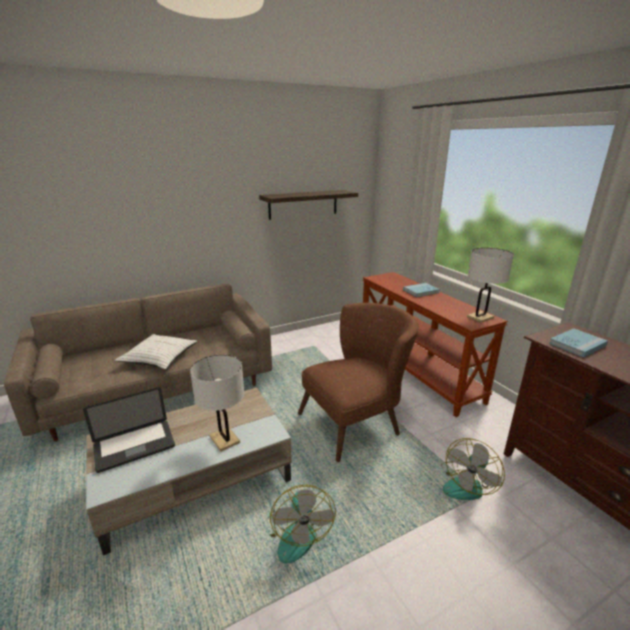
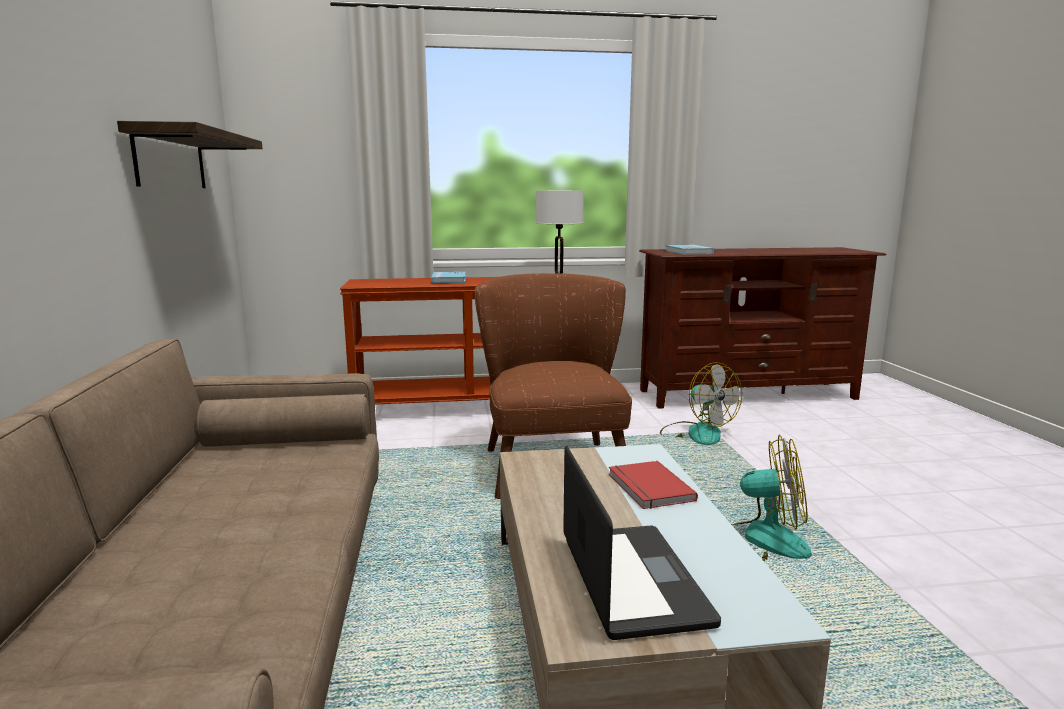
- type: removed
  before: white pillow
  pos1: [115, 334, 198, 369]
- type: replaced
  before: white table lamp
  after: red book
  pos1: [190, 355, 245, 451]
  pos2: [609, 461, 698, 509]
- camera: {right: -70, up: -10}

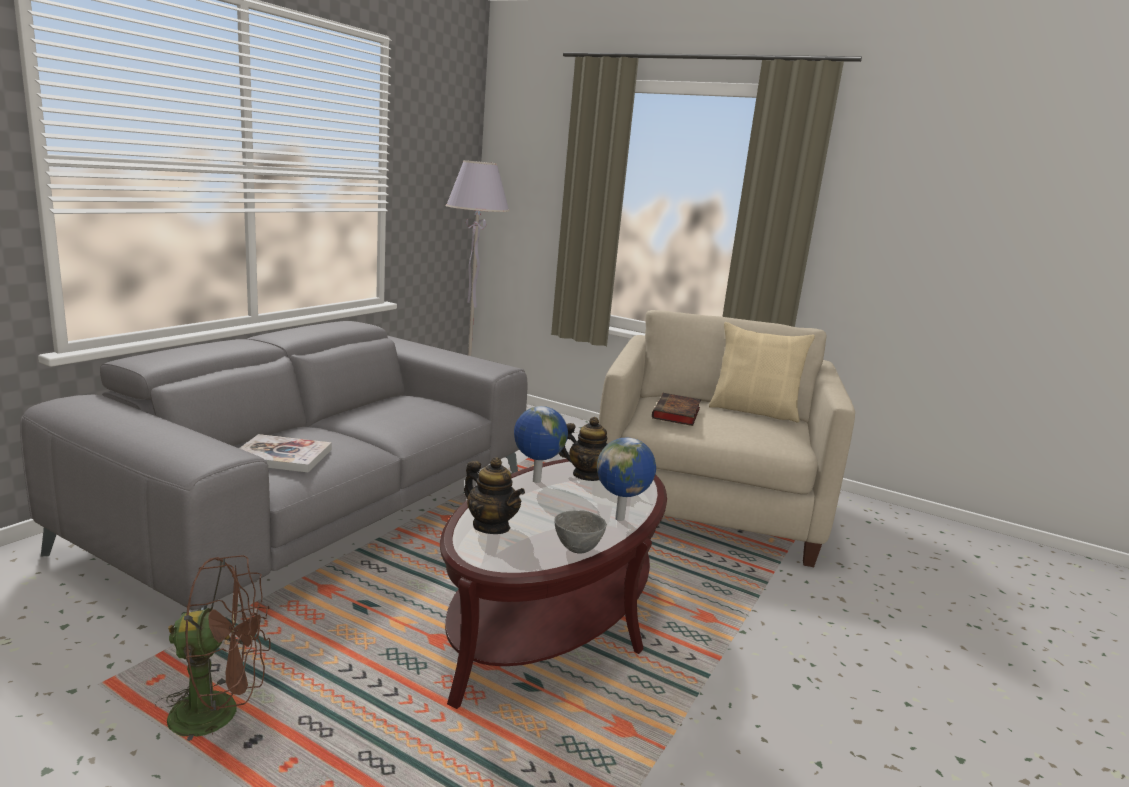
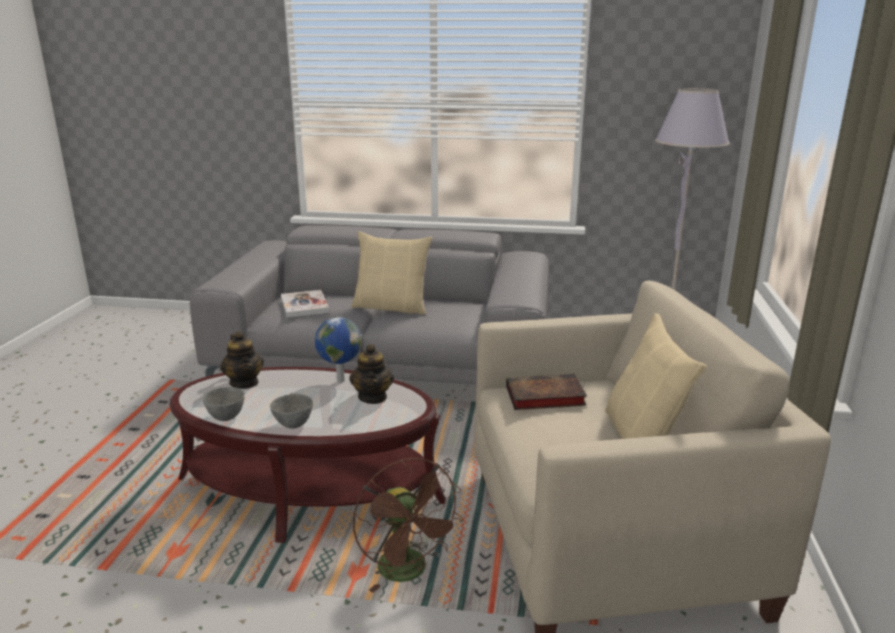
- type: replaced
  before: globe
  after: grey bowl
  pos1: [597, 438, 656, 521]
  pos2: [270, 394, 313, 429]
- type: turned
  before: teapot
  pos1: [464, 457, 525, 534]
  pos2: [220, 331, 264, 389]
  turn: -45
- type: moved
  before: brown fan
  pos1: [155, 555, 271, 741]
  pos2: [353, 458, 463, 592]
- type: added
  after: beige pillow
  pos2: [351, 231, 432, 315]
- camera: {right: 70, up: 5}

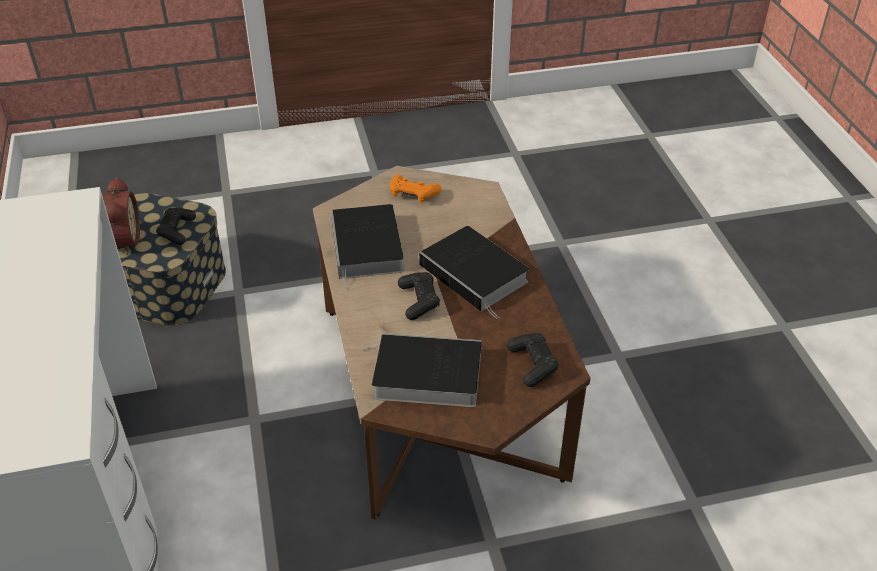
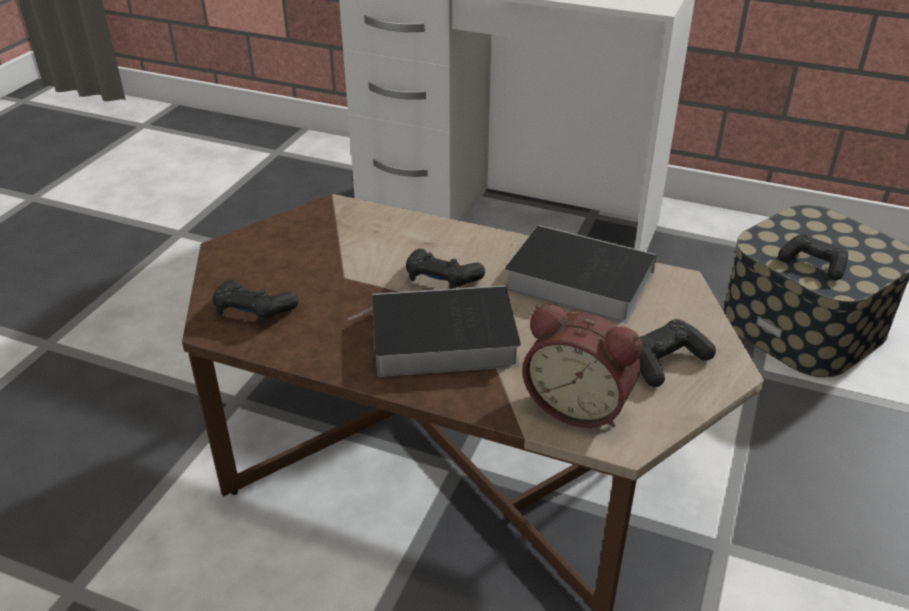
- type: recoloured
  before: orange game controller
  after: black game controller
  pos1: [390, 175, 442, 203]
  pos2: [639, 319, 716, 387]
- type: moved
  before: alarm clock
  pos1: [102, 177, 140, 254]
  pos2: [522, 304, 642, 428]
- type: removed
  before: book
  pos1: [362, 333, 482, 407]
- camera: {right: 125, up: -5}

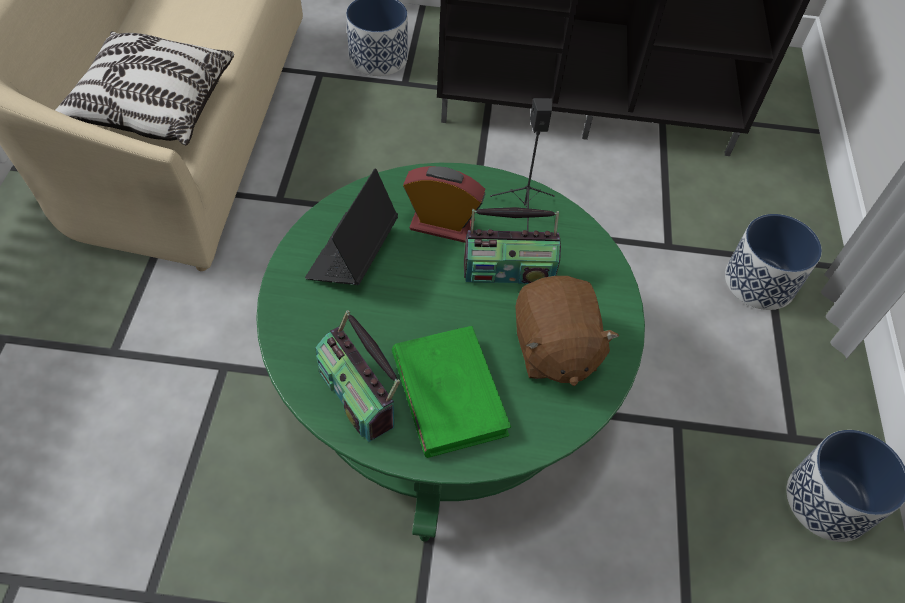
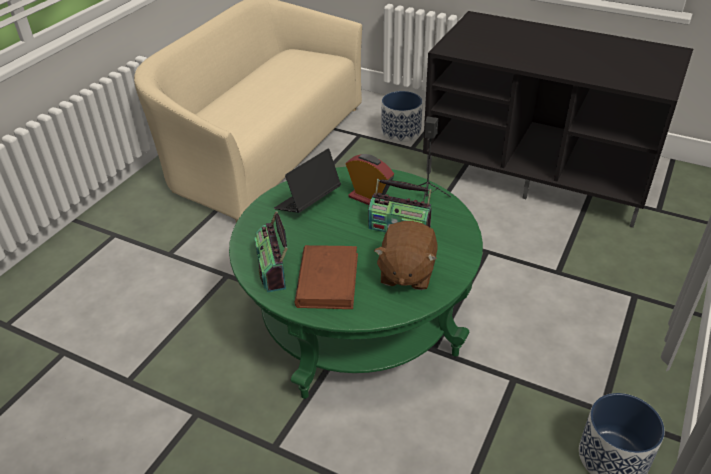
- type: removed
  before: pillow
  pos1: [55, 32, 234, 145]
- type: removed
  before: planter
  pos1: [725, 214, 822, 310]
- type: recoloured
  before: green book
  after: brown book
  pos1: [392, 326, 511, 458]
  pos2: [295, 245, 358, 309]
- camera: {right: 25, up: -15}

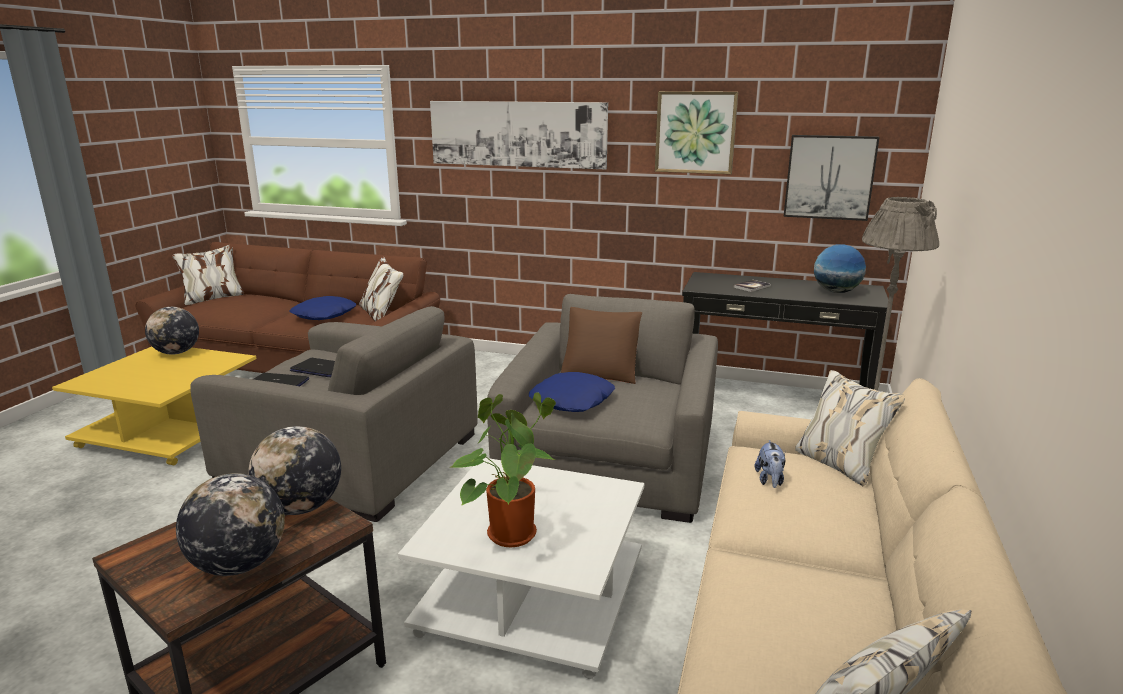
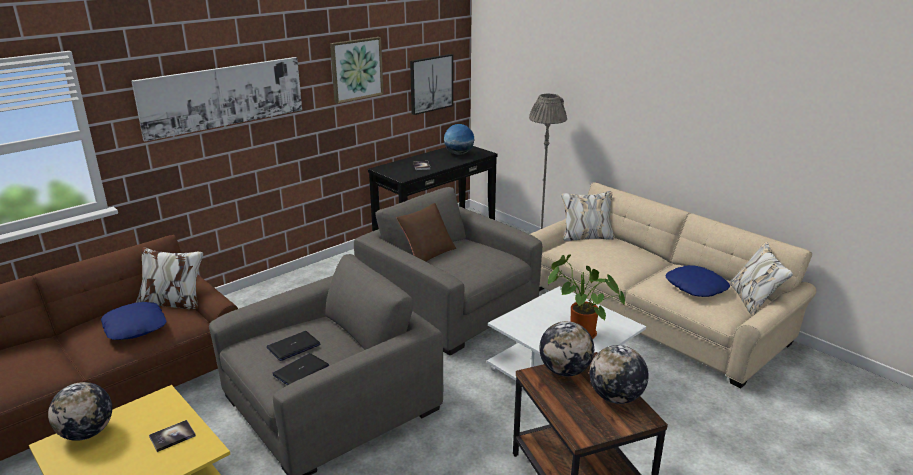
- type: moved
  before: blue pillow
  pos1: [529, 372, 615, 412]
  pos2: [665, 265, 730, 297]
- type: removed
  before: plush toy
  pos1: [755, 440, 785, 488]
- type: added
  after: book
  pos2: [149, 420, 196, 452]
- camera: {right: -60, up: 5}

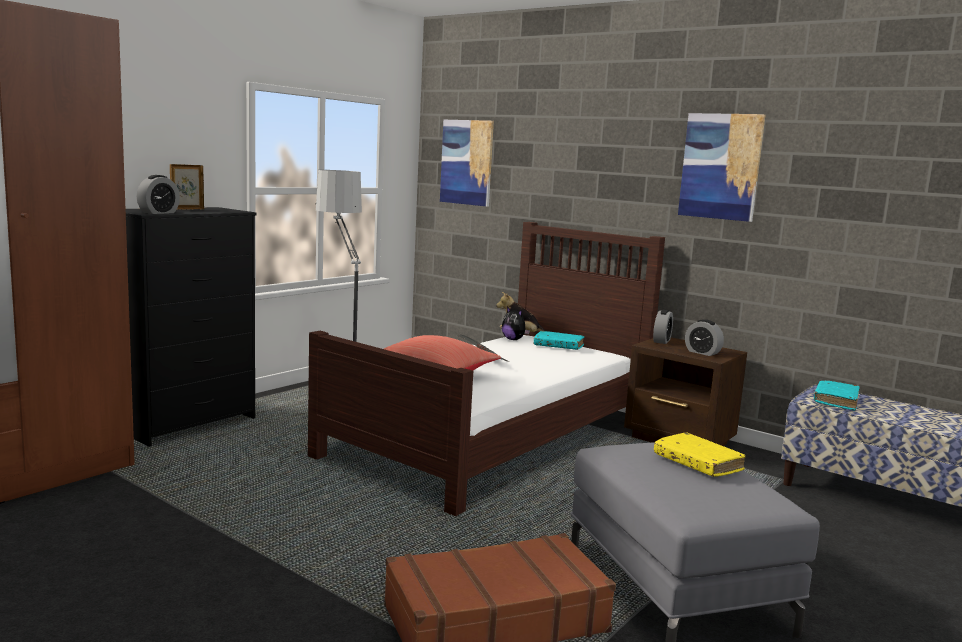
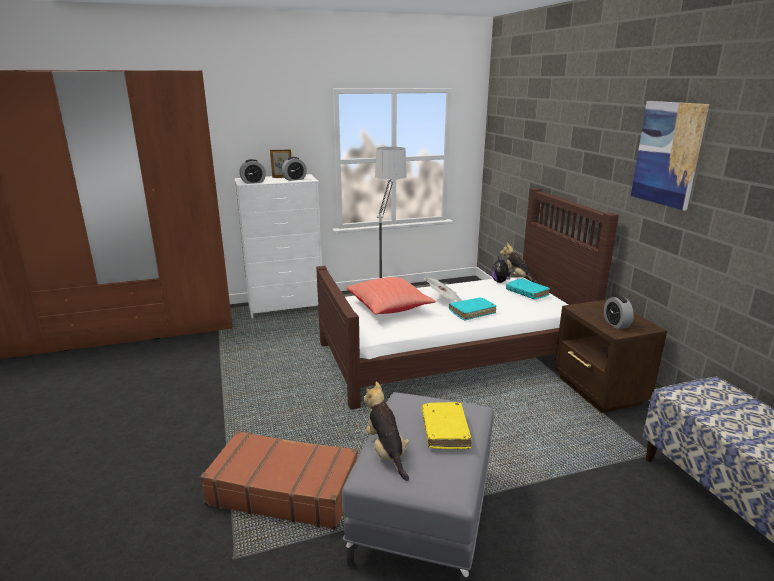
- type: removed
  before: picture
  pos1: [440, 120, 494, 207]
- type: recoloured
  before: black dresser
  after: white dresser
  pos1: [126, 207, 256, 447]
  pos2: [235, 174, 322, 318]
- type: moved
  before: alarm clock
  pos1: [653, 309, 673, 344]
  pos2: [281, 157, 307, 181]
- type: moved
  before: turquoise book
  pos1: [814, 381, 860, 410]
  pos2: [449, 298, 497, 321]
- type: added
  after: plush toy
  pos2: [363, 381, 409, 481]
- camera: {right: 35, up: 10}

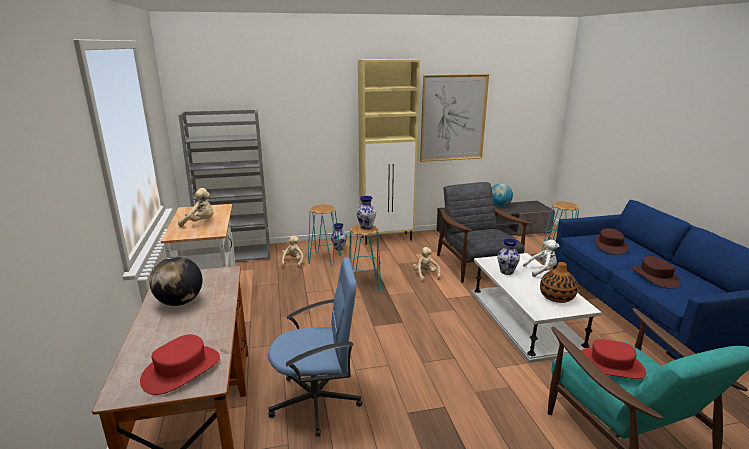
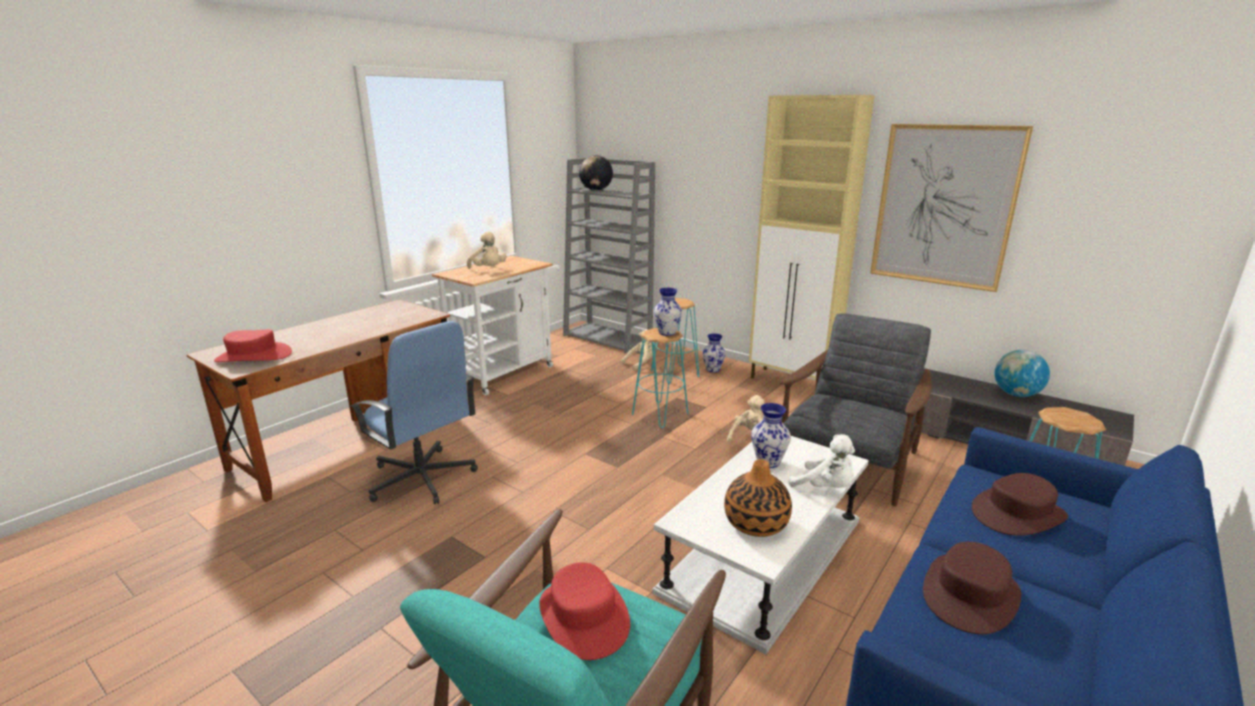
- type: moved
  before: globe
  pos1: [149, 257, 202, 306]
  pos2: [579, 155, 613, 191]
- camera: {right: 50, up: 0}

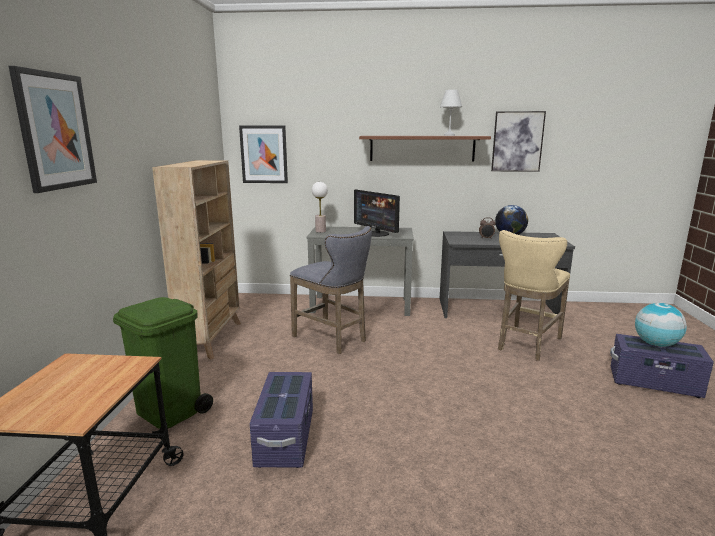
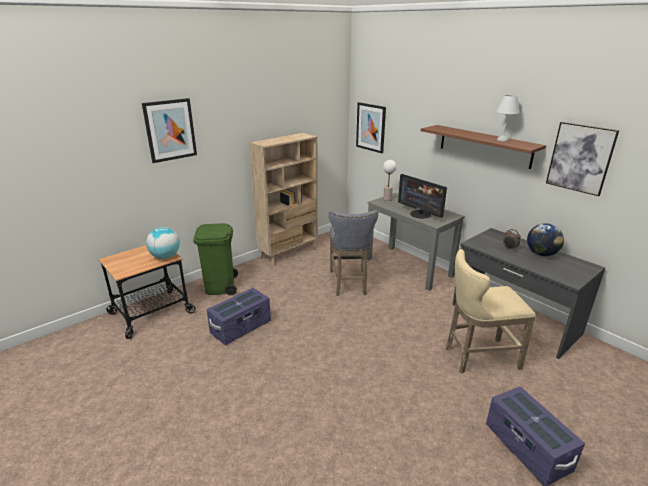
- type: turned
  before: monitor
  pos1: [354, 189, 400, 237]
  pos2: [398, 174, 447, 219]
  turn: -45
- type: moved
  before: globe
  pos1: [635, 303, 687, 347]
  pos2: [146, 227, 180, 259]
- camera: {right: 45, up: 10}

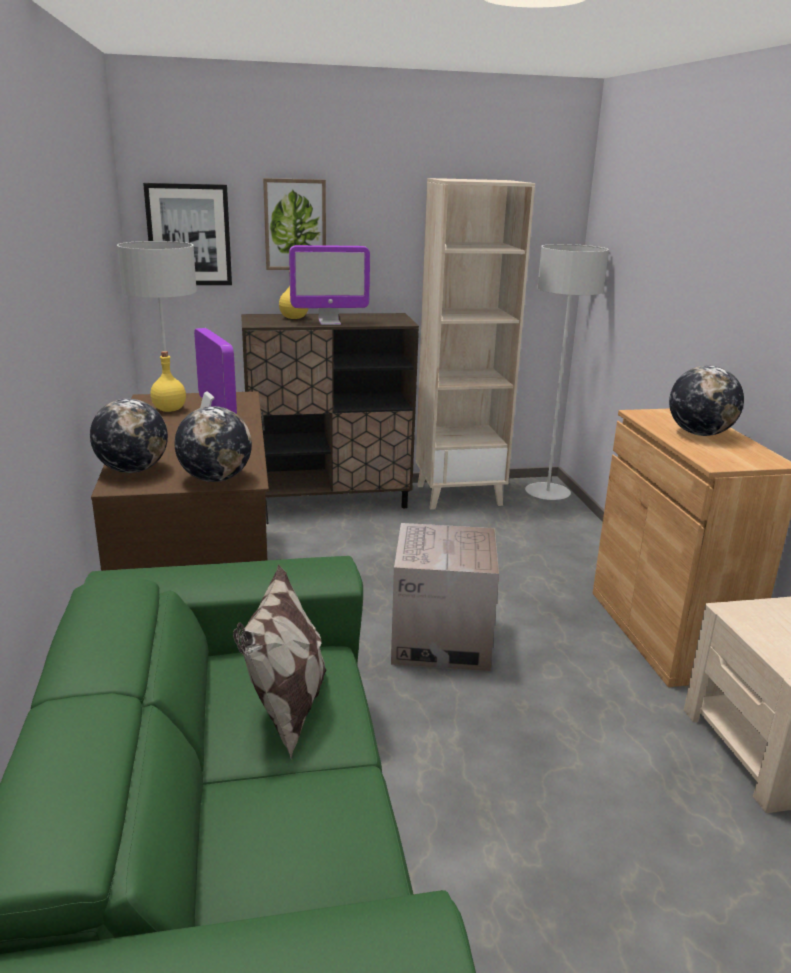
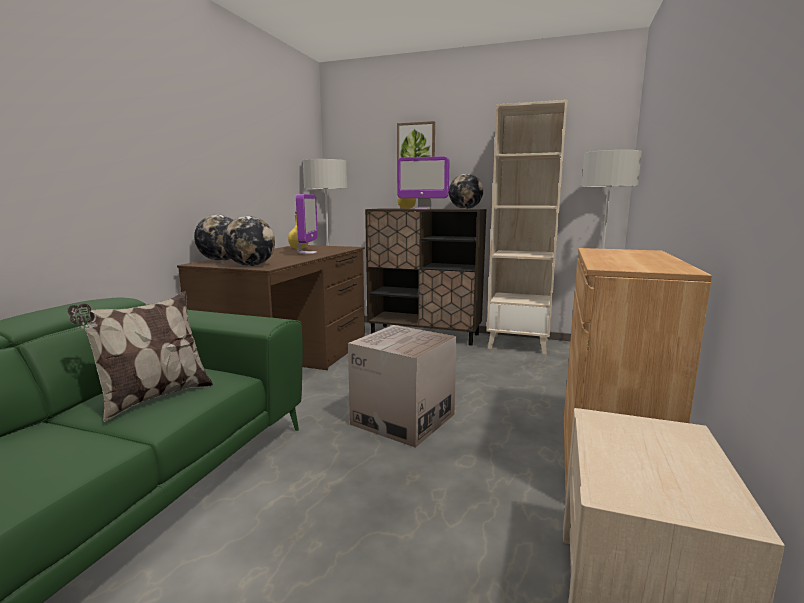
- type: removed
  before: picture
  pos1: [143, 183, 232, 285]
- type: moved
  before: globe
  pos1: [669, 365, 744, 436]
  pos2: [449, 174, 483, 209]
- camera: {right: 30, up: -10}

